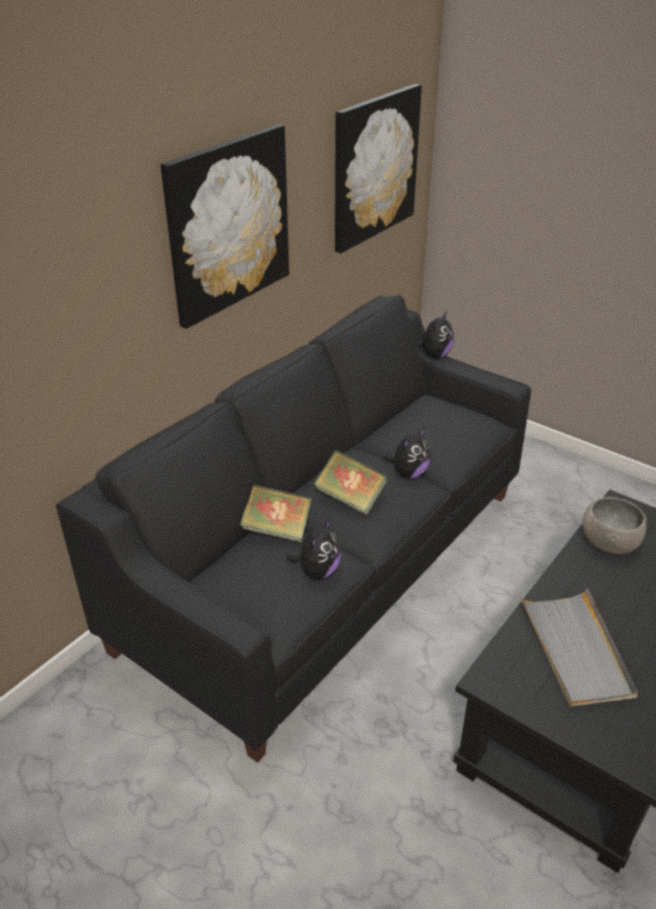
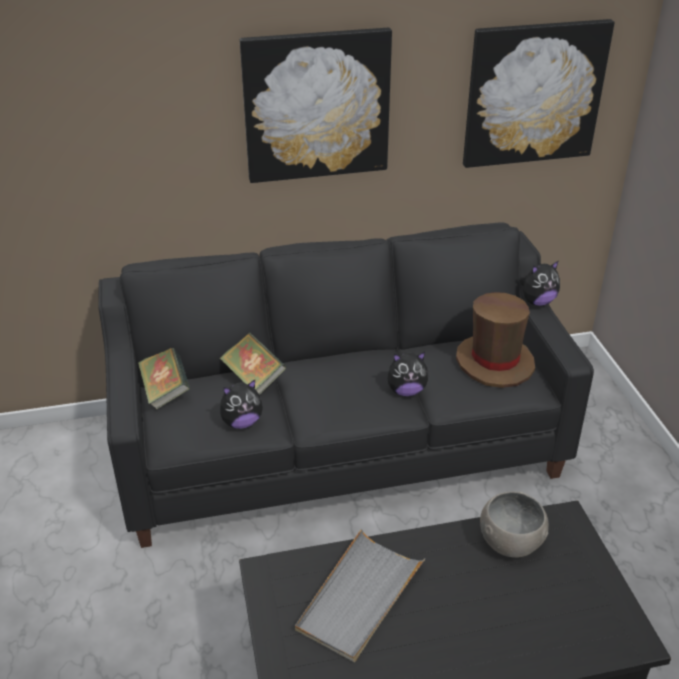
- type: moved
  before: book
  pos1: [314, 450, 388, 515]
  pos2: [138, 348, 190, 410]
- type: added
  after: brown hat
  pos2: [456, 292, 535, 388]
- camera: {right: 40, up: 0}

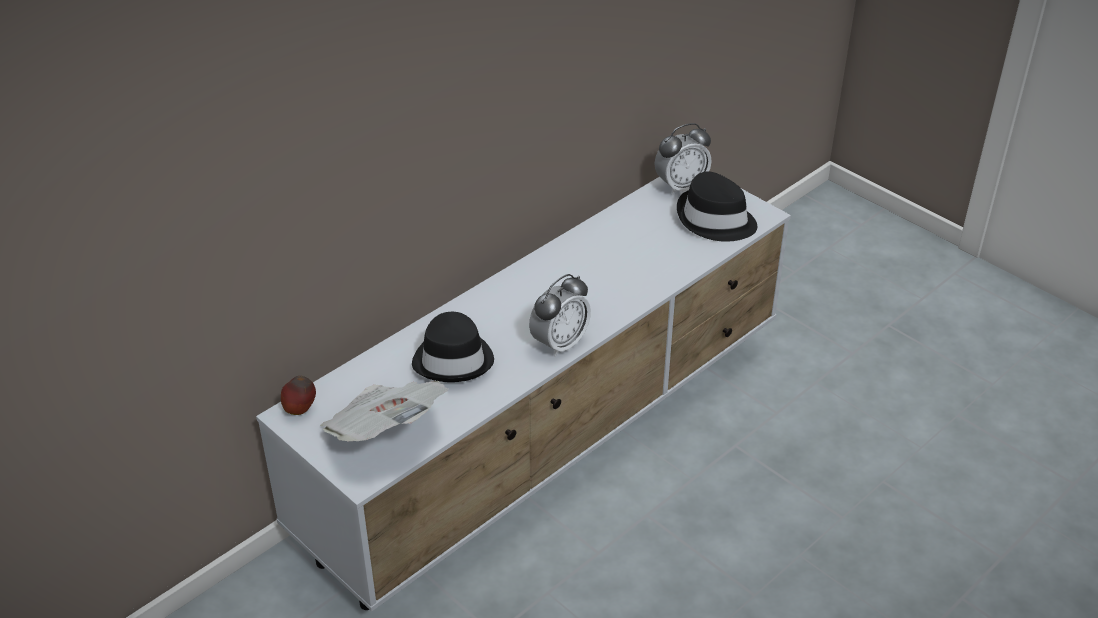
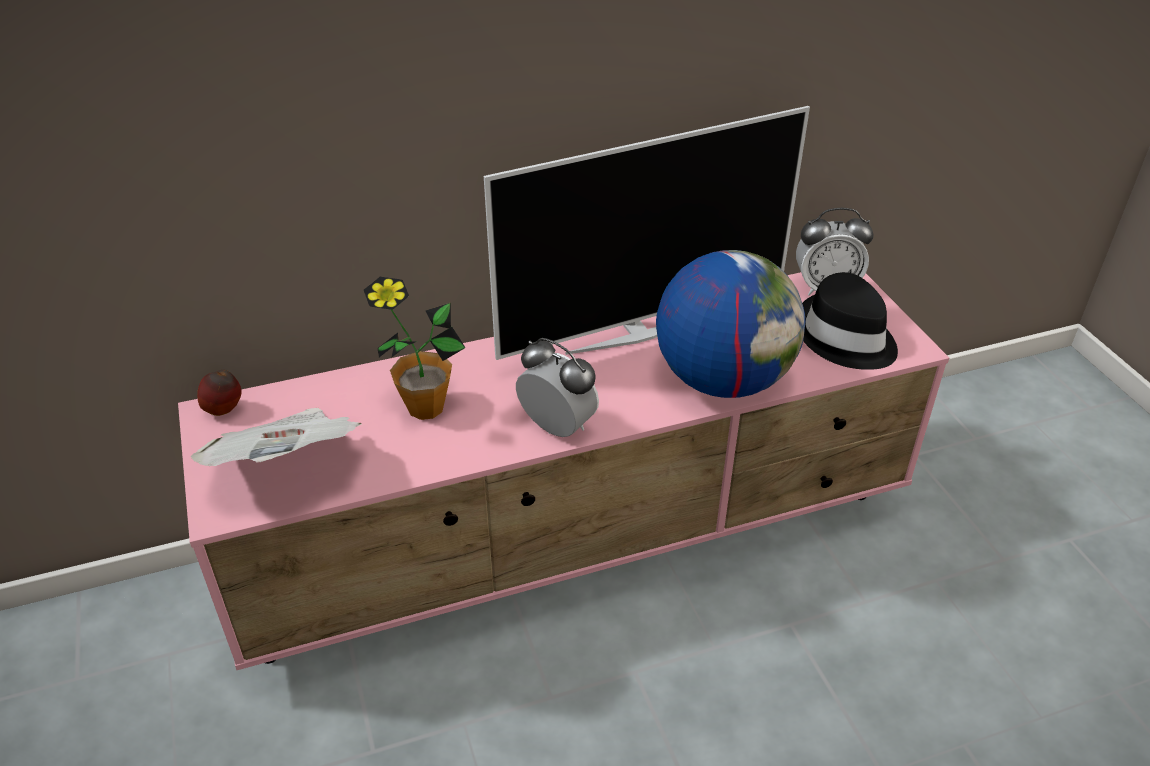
- type: recoloured
  before: white tv stand
  after: pink tv stand
  pos1: [256, 171, 791, 612]
  pos2: [178, 272, 949, 670]
- type: turned
  before: alarm clock
  pos1: [529, 274, 591, 357]
  pos2: [516, 338, 599, 437]
  turn: -120
- type: replaced
  before: black hat
  after: potted plant
  pos1: [412, 312, 494, 382]
  pos2: [364, 277, 466, 420]
- type: added
  after: television
  pos2: [484, 106, 810, 360]
- type: added
  after: globe
  pos2: [656, 250, 805, 398]
- camera: {right: 25, up: 0}

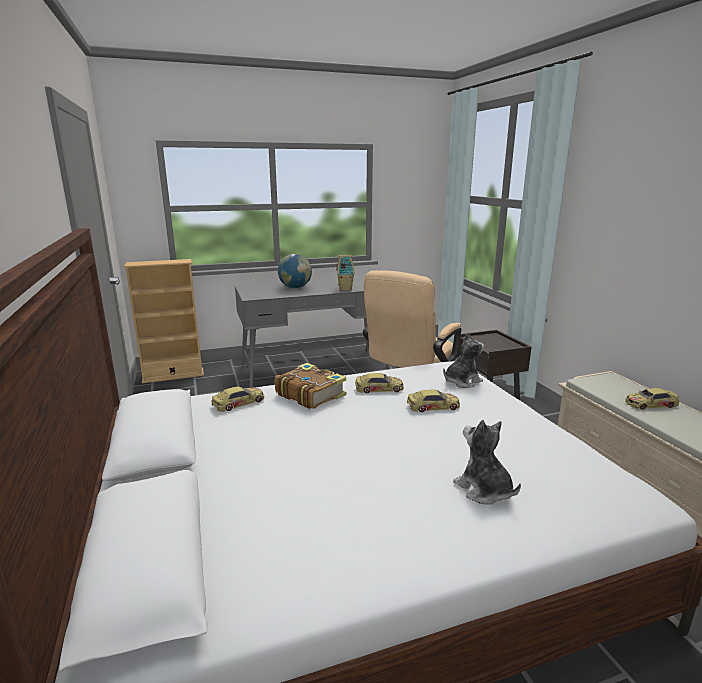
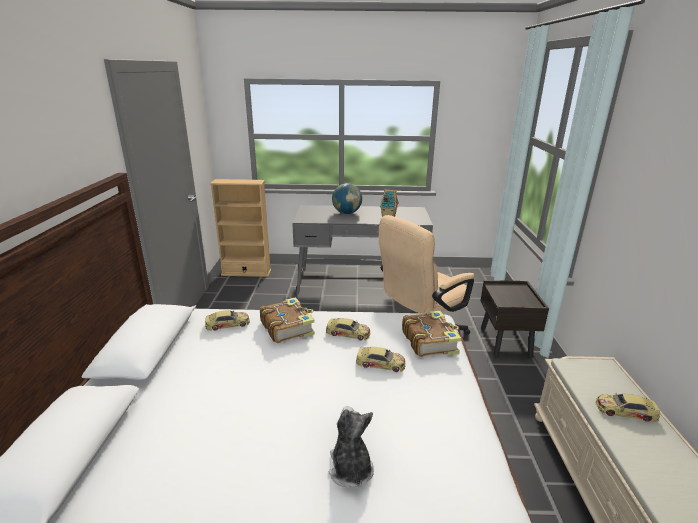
- type: replaced
  before: plush toy
  after: book
  pos1: [443, 332, 484, 388]
  pos2: [402, 311, 461, 357]
- camera: {right: 20, up: 5}

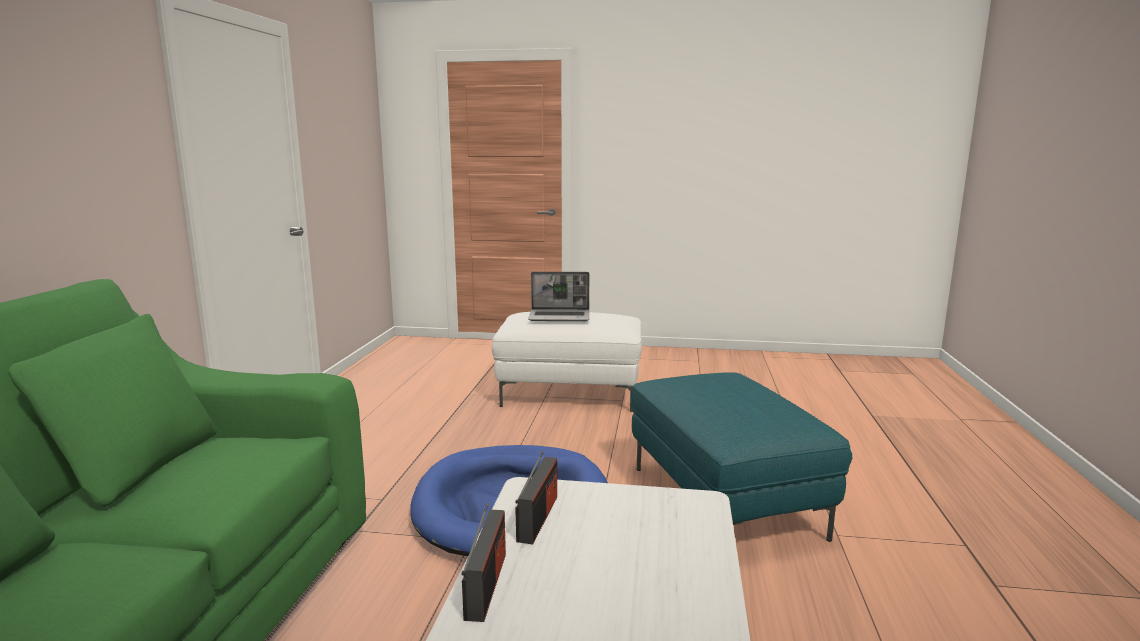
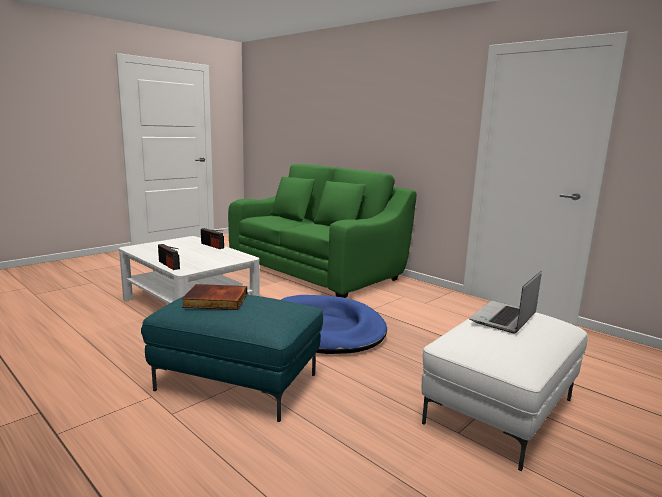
- type: moved
  before: radio
  pos1: [516, 451, 557, 544]
  pos2: [158, 244, 180, 270]
- type: added
  after: book
  pos2: [182, 284, 247, 310]
- camera: {right: 125, up: 0}

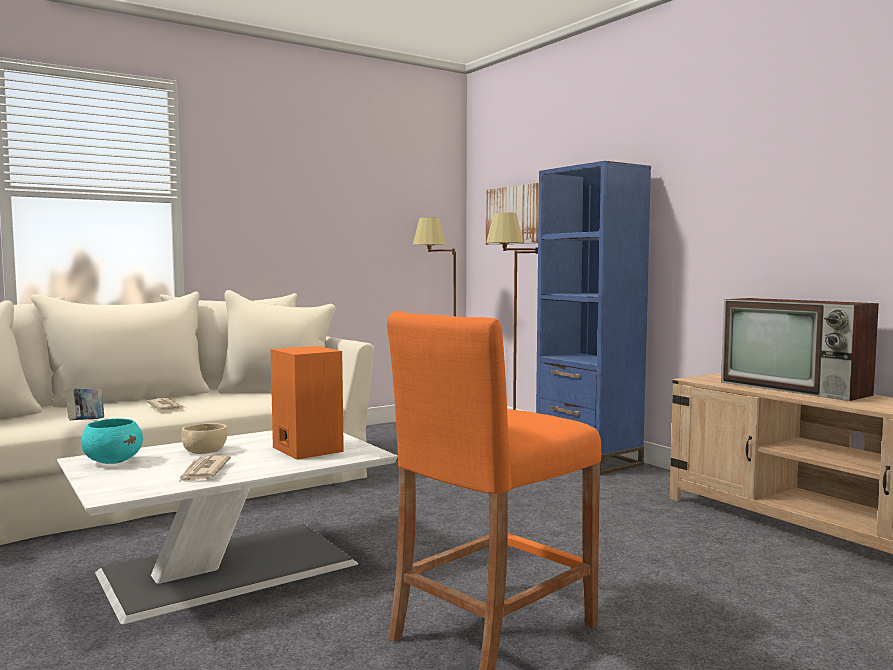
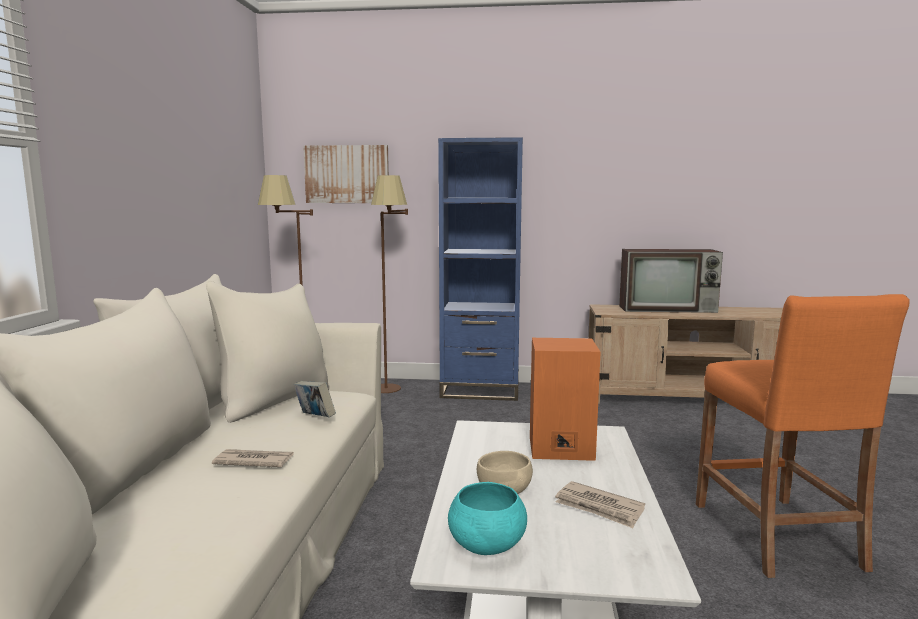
- type: moved
  before: book
  pos1: [65, 388, 104, 420]
  pos2: [294, 381, 336, 417]
- camera: {right: -50, up: 5}

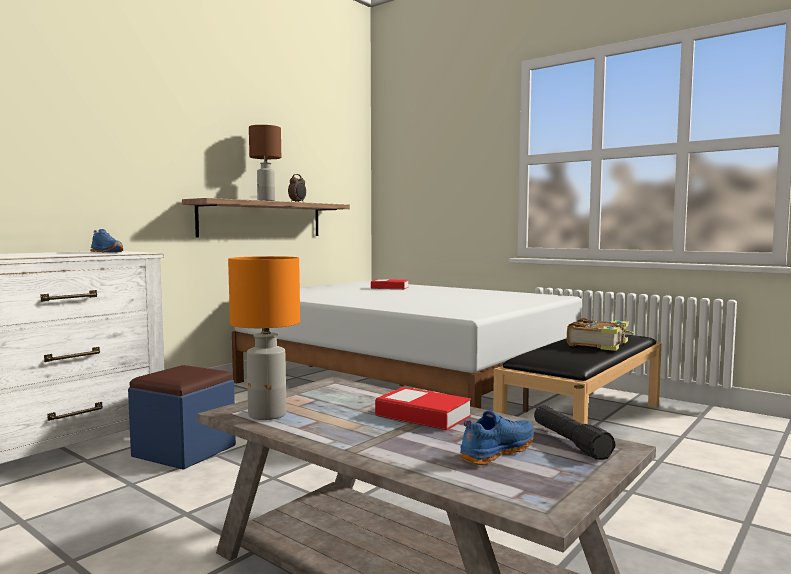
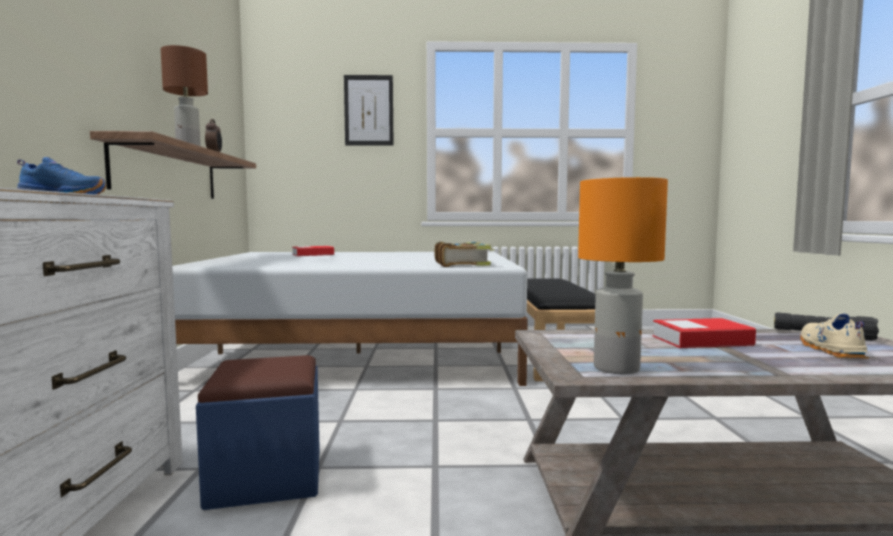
- type: moved
  before: book
  pos1: [567, 318, 634, 351]
  pos2: [435, 242, 495, 267]
- type: recoloured
  before: blue shoe
  after: beige shoe
  pos1: [459, 411, 534, 465]
  pos2: [800, 313, 869, 359]
- type: added
  after: picture
  pos2: [344, 75, 393, 145]
- camera: {right: -40, up: 0}

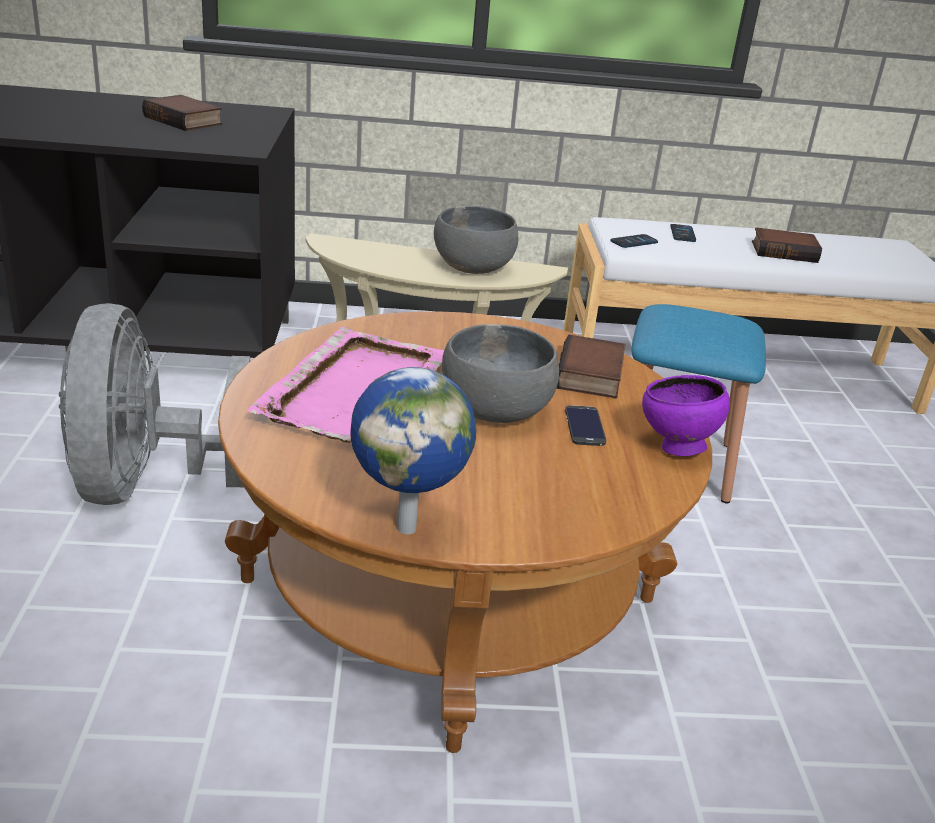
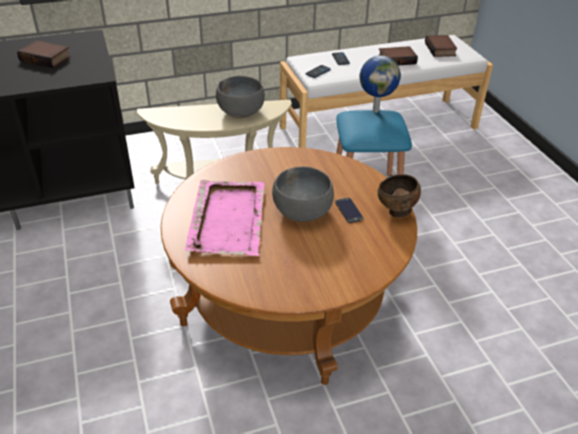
- type: removed
  before: grey fan
  pos1: [59, 303, 250, 505]
- type: moved
  before: book
  pos1: [557, 335, 625, 398]
  pos2: [425, 35, 457, 57]
- type: moved
  before: globe
  pos1: [350, 367, 476, 534]
  pos2: [360, 55, 401, 113]
- type: recoloured
  before: purple bowl
  after: brown bowl
  pos1: [642, 375, 730, 456]
  pos2: [378, 174, 421, 218]
- camera: {right: -15, up: 10}

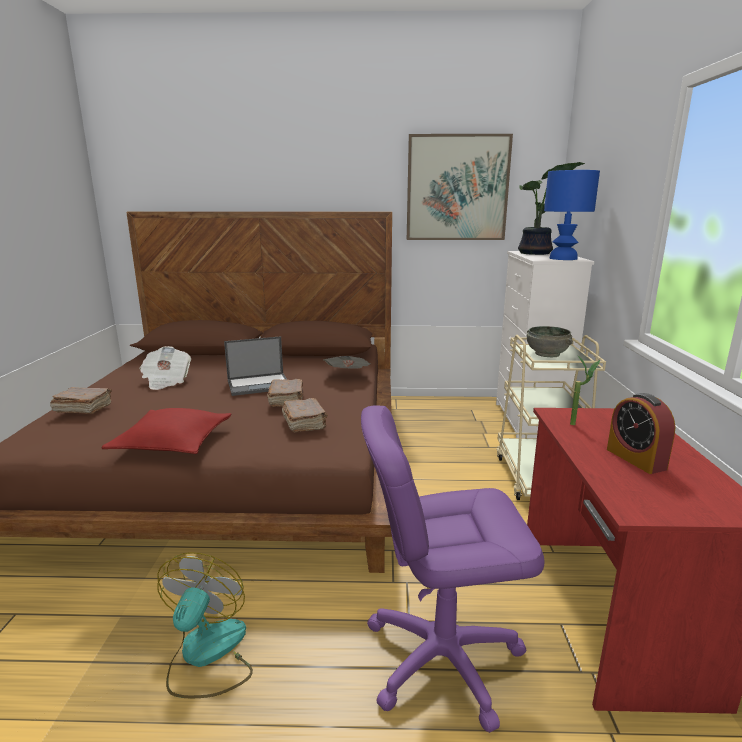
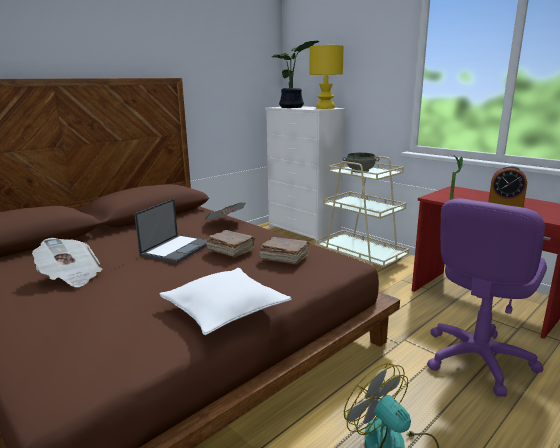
- type: removed
  before: picture
  pos1: [407, 134, 513, 240]
- type: recoloured
  before: blue table lamp
  after: yellow table lamp
  pos1: [544, 170, 600, 260]
  pos2: [309, 45, 344, 109]
- type: removed
  before: brown book
  pos1: [50, 387, 112, 414]
- type: recoloured
  before: red pillow
  after: white pillow
  pos1: [101, 408, 231, 454]
  pos2: [159, 268, 292, 335]
- camera: {right: -45, up: 0}

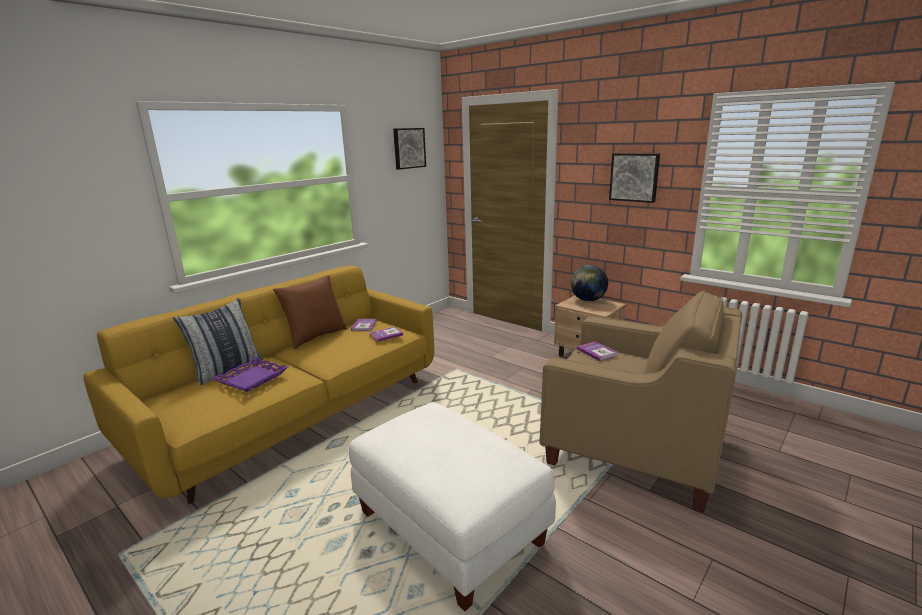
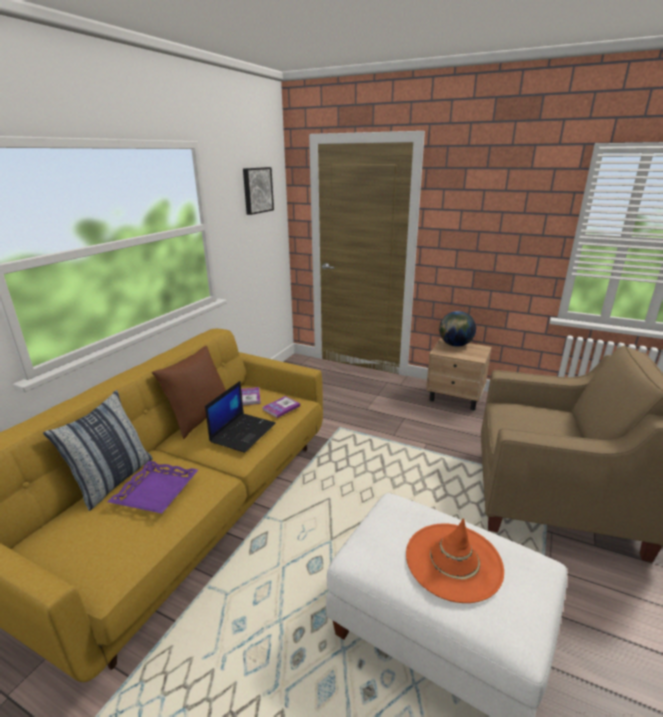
- type: removed
  before: picture
  pos1: [609, 153, 660, 203]
- type: removed
  before: book
  pos1: [577, 341, 618, 361]
- type: added
  after: laptop
  pos2: [205, 381, 276, 453]
- type: added
  after: orange hat
  pos2: [406, 518, 504, 603]
- camera: {right: -15, up: 5}

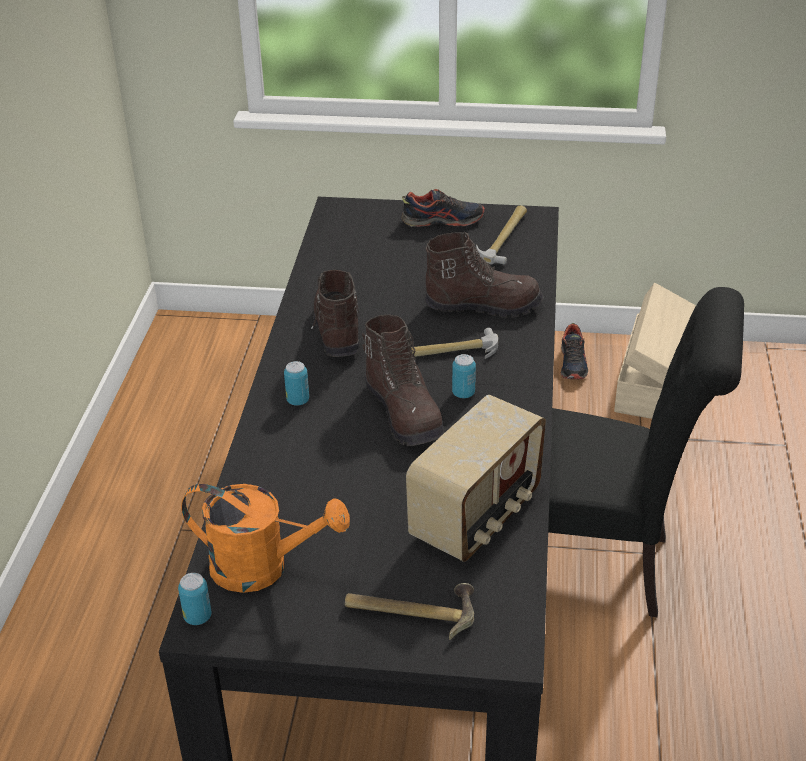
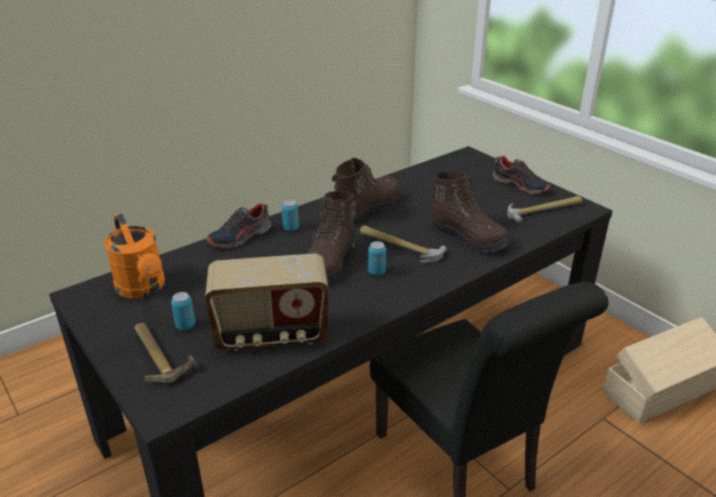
- type: moved
  before: shoe
  pos1: [561, 323, 588, 379]
  pos2: [206, 203, 272, 248]
- type: moved
  before: can
  pos1: [178, 573, 212, 625]
  pos2: [171, 292, 195, 330]
- camera: {right: 45, up: -5}

